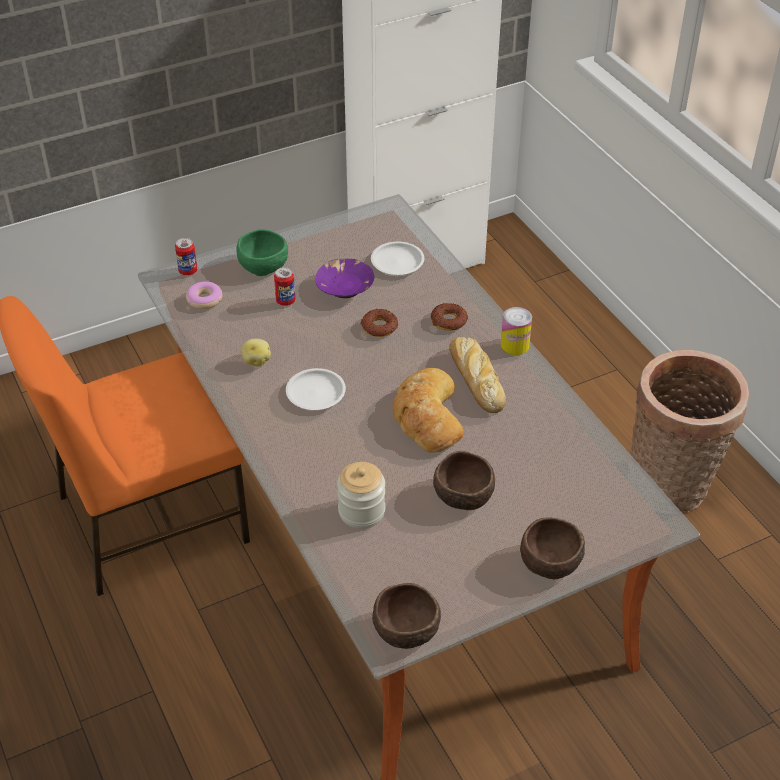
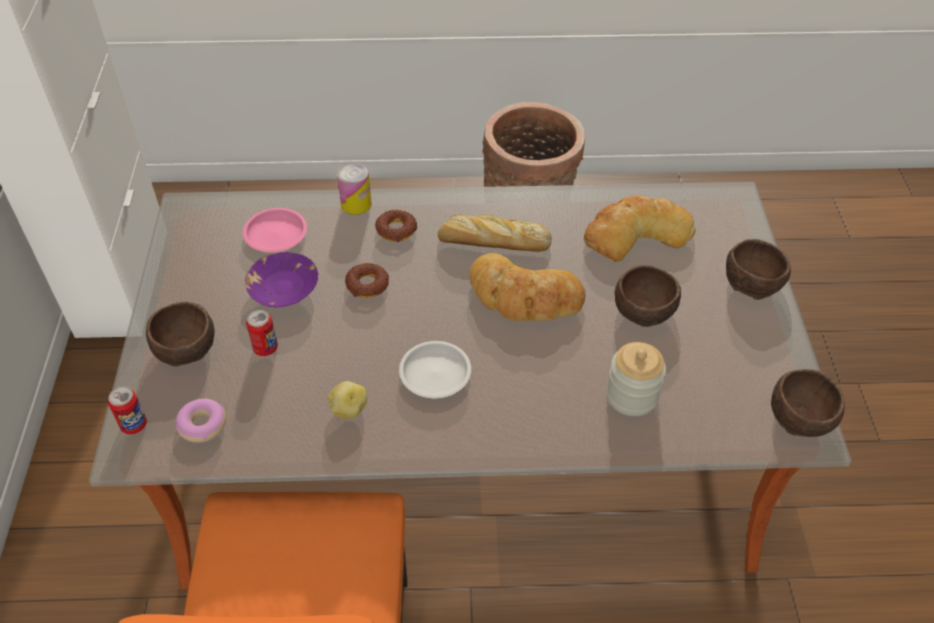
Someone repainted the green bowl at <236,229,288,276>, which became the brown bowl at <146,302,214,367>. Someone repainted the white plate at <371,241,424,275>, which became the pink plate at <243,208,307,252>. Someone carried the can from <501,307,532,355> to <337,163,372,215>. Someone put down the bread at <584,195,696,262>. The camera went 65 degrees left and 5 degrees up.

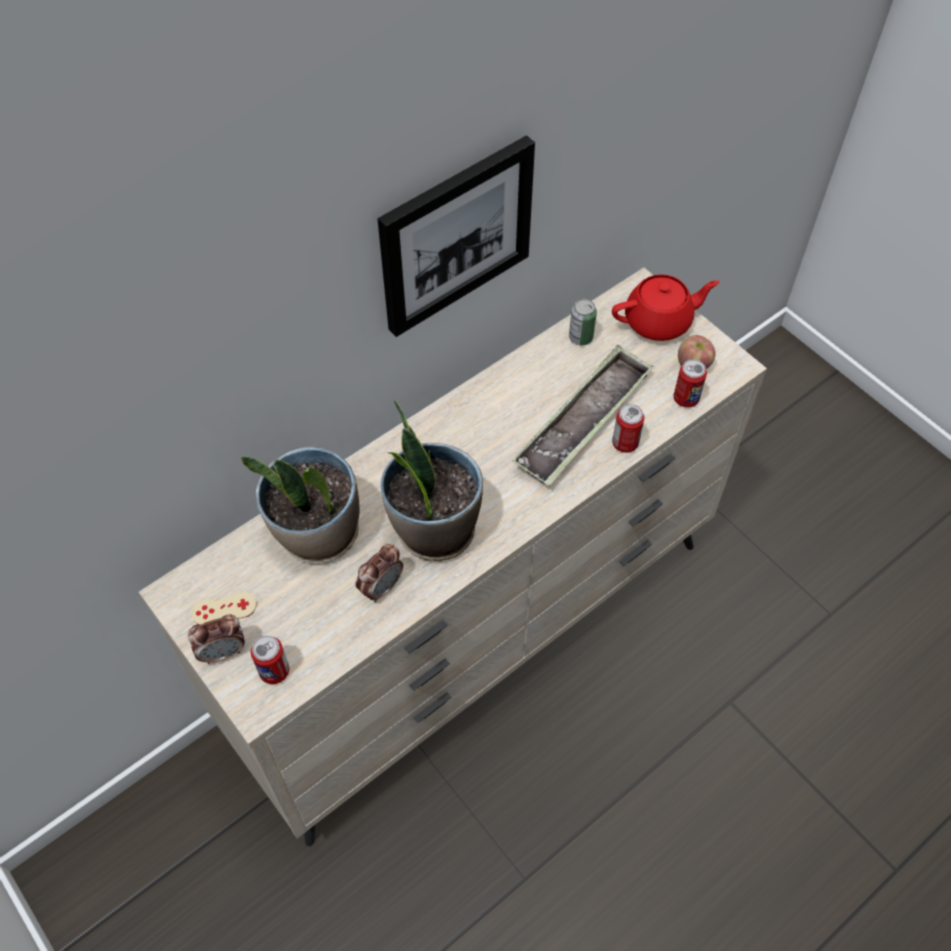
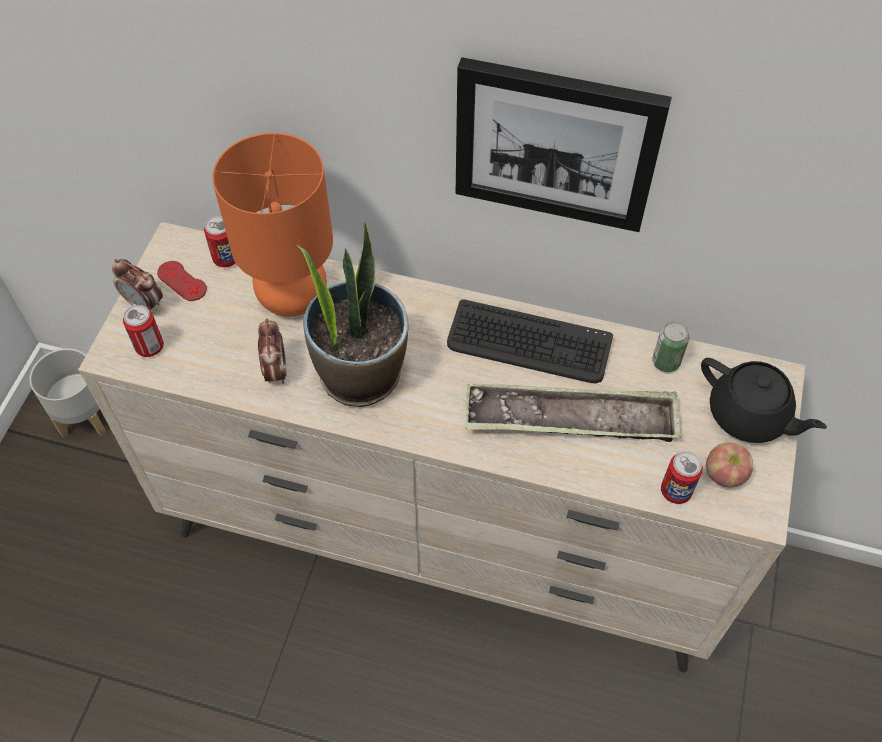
Someone repainted the beige game controller at <191,592,256,625>, which became the red game controller at <157,261,207,301>. Someone swapped the potted plant at <241,446,360,563> for the orange table lamp at <212,133,333,317>. Someone rotated the alarm clock at <356,544,403,603> by 105 degrees counterclockwise. Someone repainted the red teapot at <612,274,720,341>, which became the black teapot at <701,358,827,443>. Someone carried the can from <612,404,644,453> to <204,216,236,267>. Someone put down the grey planter at <29,348,106,437>. Someone put down the keyboard at <447,299,613,383>. The camera went 55 degrees right and 0 degrees up.

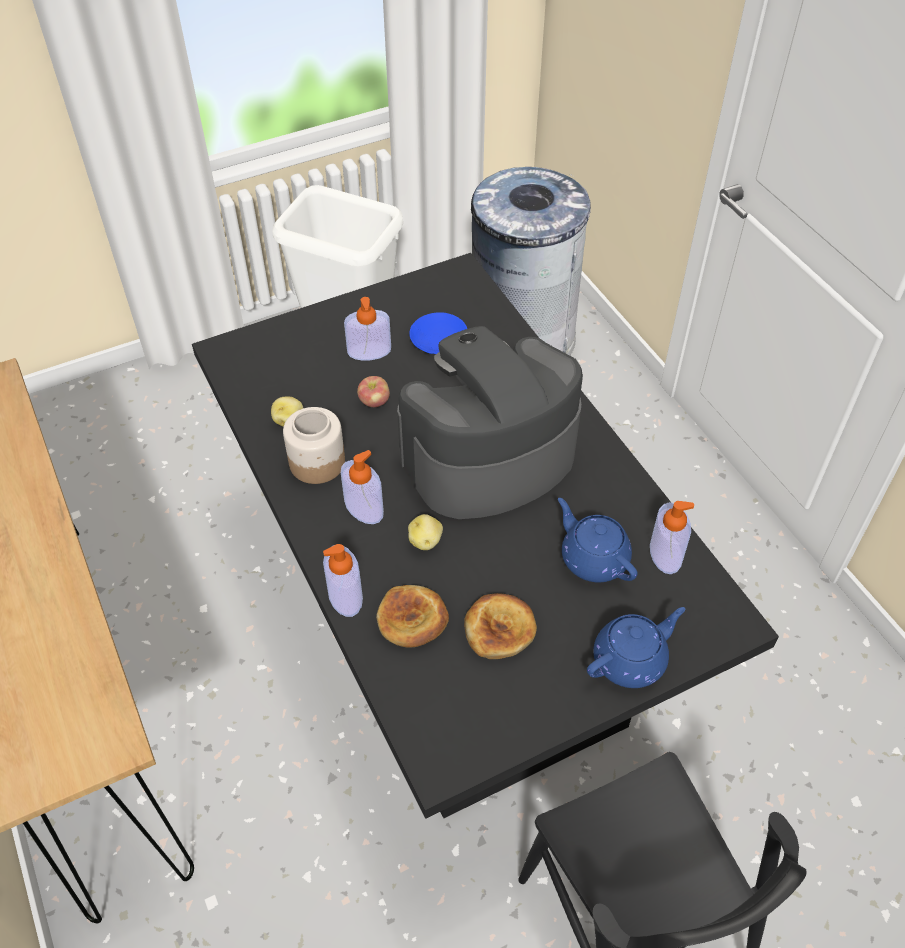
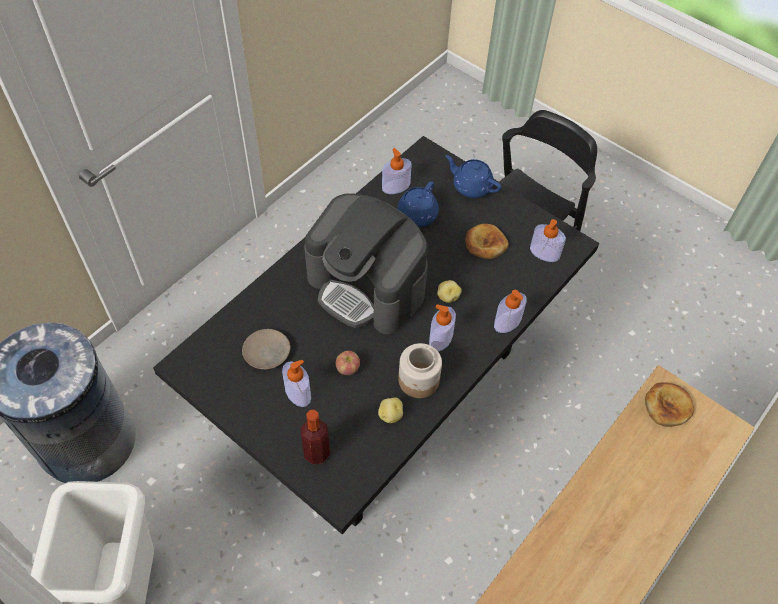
Someone carried the bread from <376,585,449,648> to <645,382,694,427>. Someone repainted the blue plate at <409,312,467,354>, which became the beige plate at <242,329,290,369>. Someone put down the bottle at <300,410,330,464>. Someone put down the soap dispenser at <530,219,566,262>. The camera went 115 degrees left and 5 degrees up.

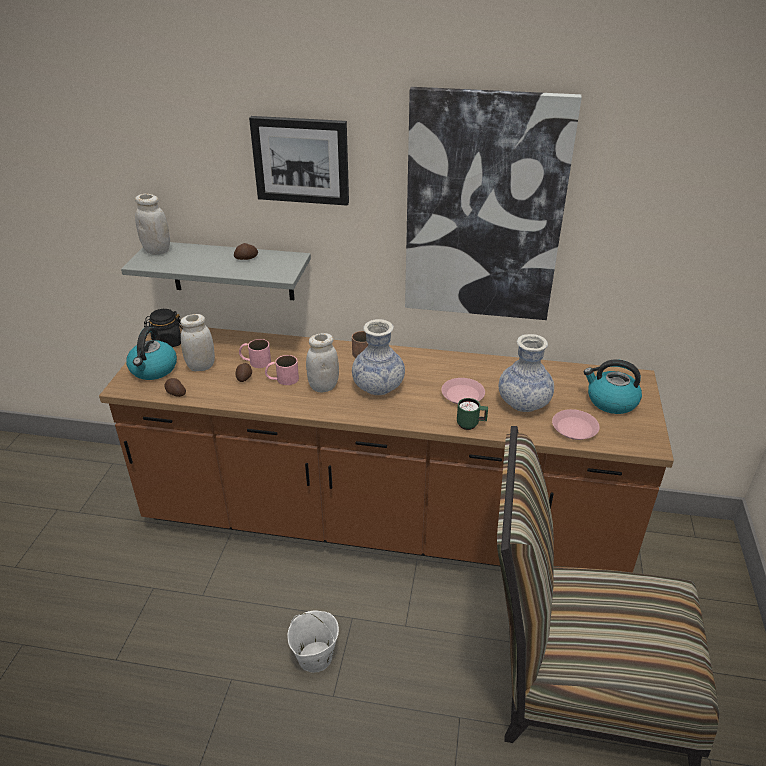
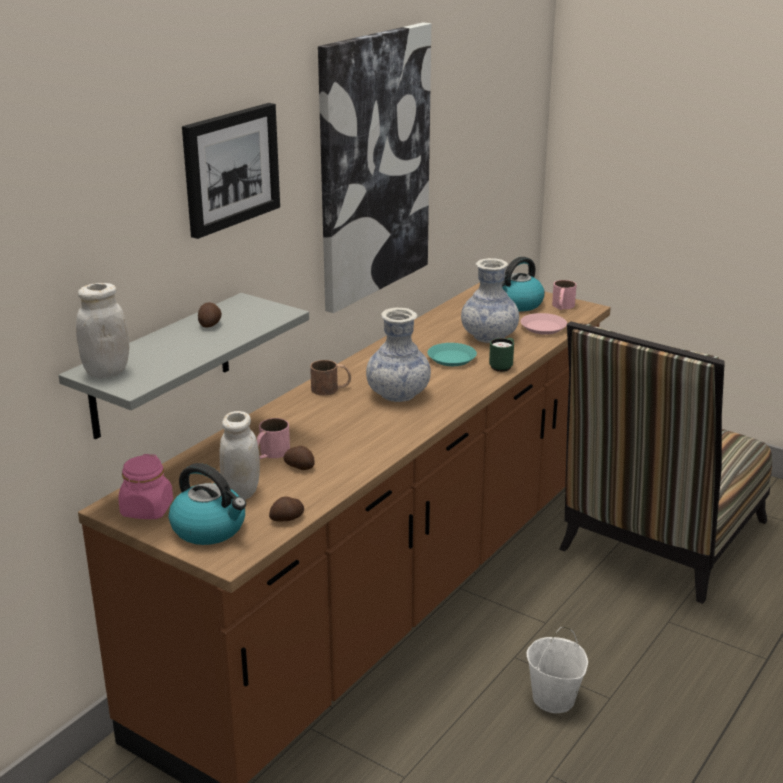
Someone repainted the black jar at <144,309,183,347>, which became the pink jar at <118,454,173,519>. Someone carried the pink mug from <265,355,299,385> to <552,280,577,310>. Someone took away the white jar at <306,333,339,393>. Someone repainted the pink plate at <441,378,485,404>, which became the turquoise plate at <428,343,477,366>. The camera went 65 degrees left and 10 degrees down.

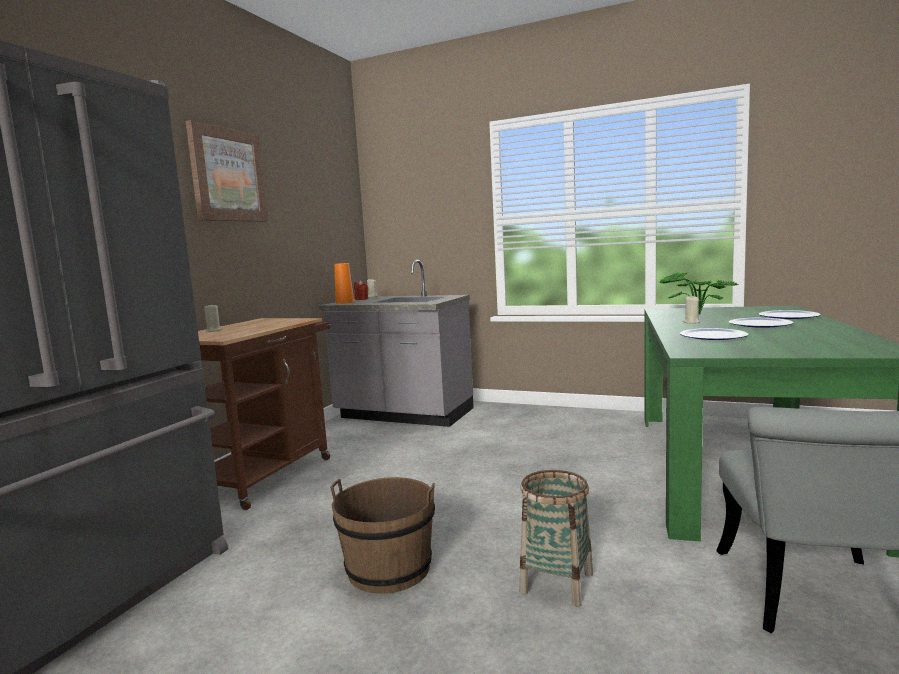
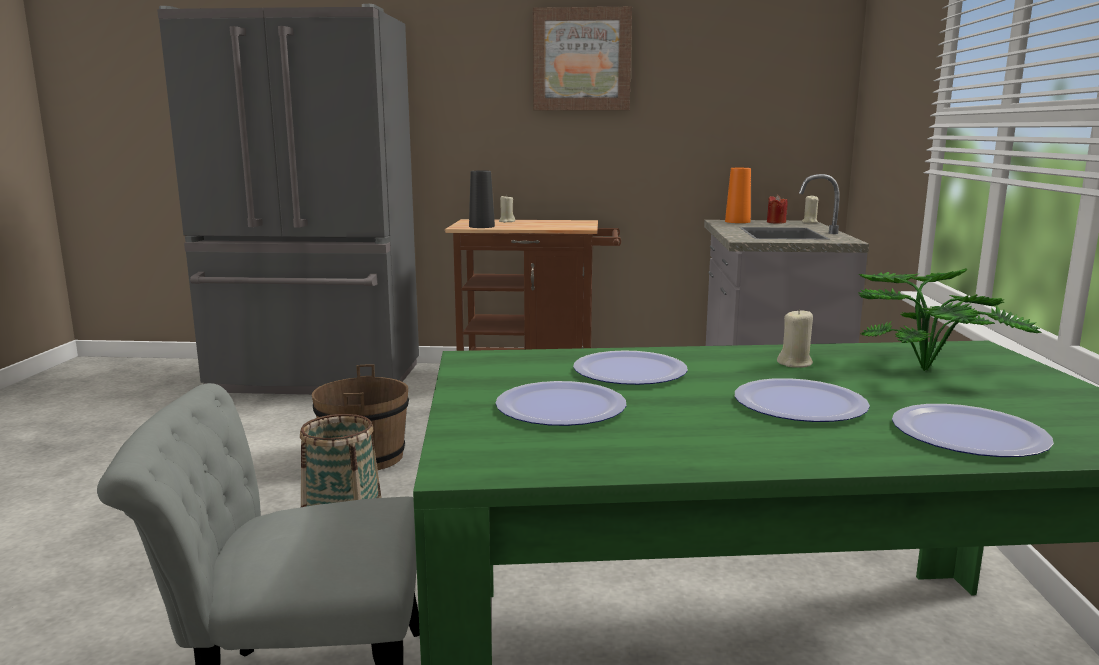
Someone put down the black vase at <469,171,495,228>. Someone put down the plate at <496,381,626,426>. The camera went 70 degrees right and 5 degrees up.

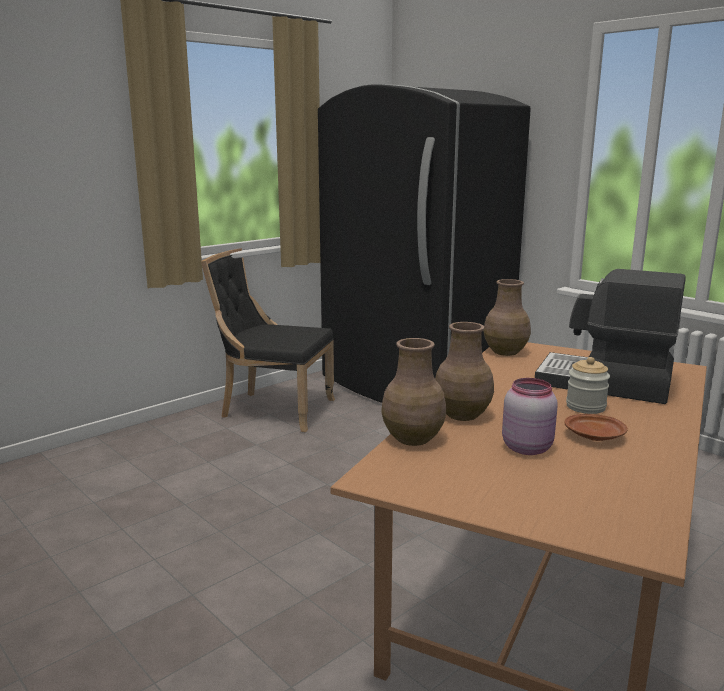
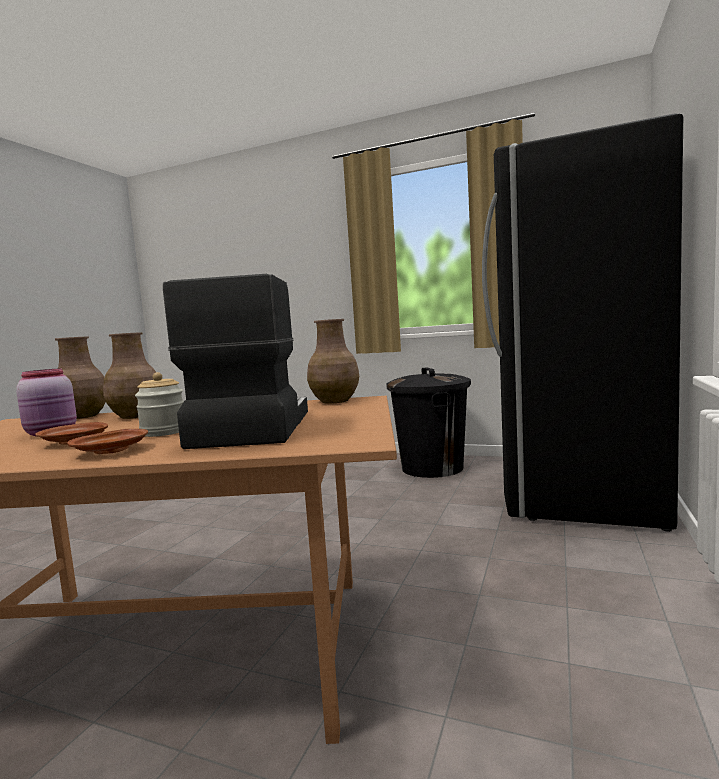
Someone swapped the black chair at <201,248,335,432> for the black trash can at <386,367,471,478>. Someone put down the brown plate at <68,429,148,454>. The camera went 65 degrees right and 10 degrees down.

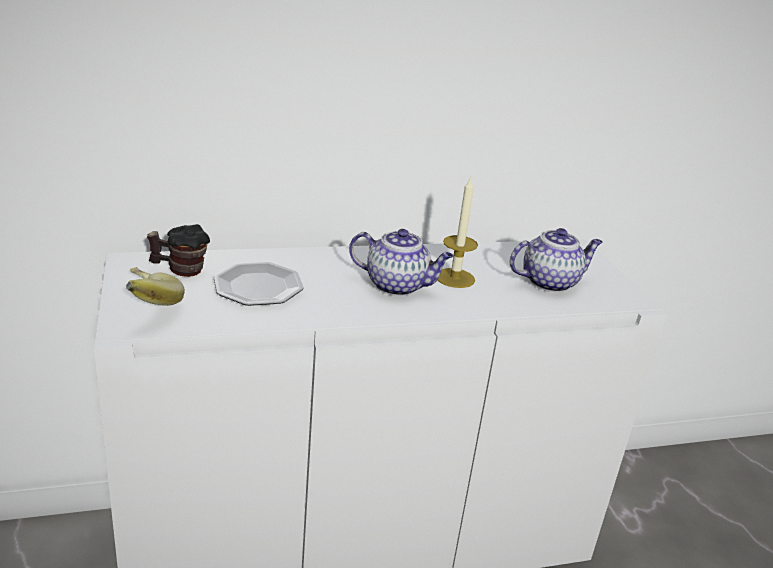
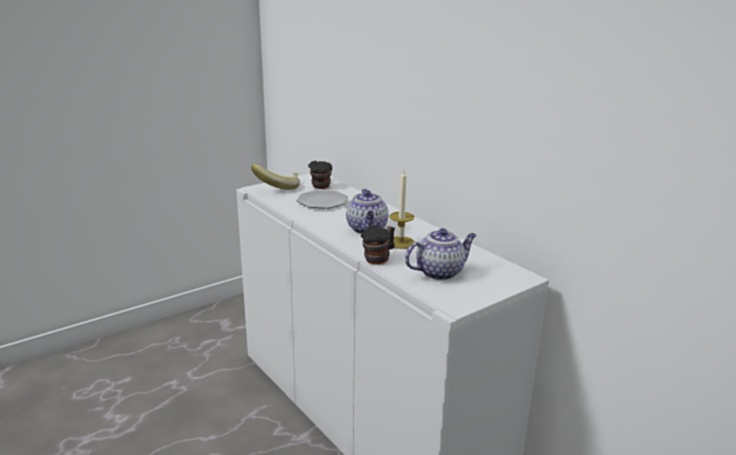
Someone rotated the teapot at <510,228,603,292> by 75 degrees counterclockwise. Someone put down the mug at <361,225,395,264>. The camera went 70 degrees right and 5 degrees down.

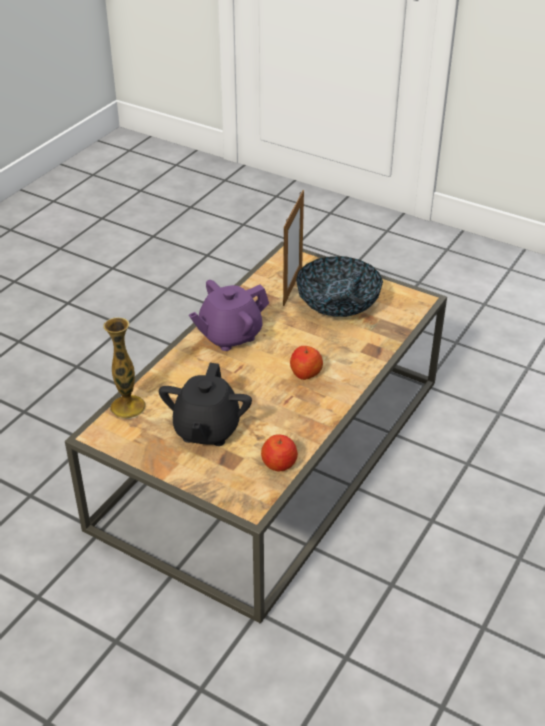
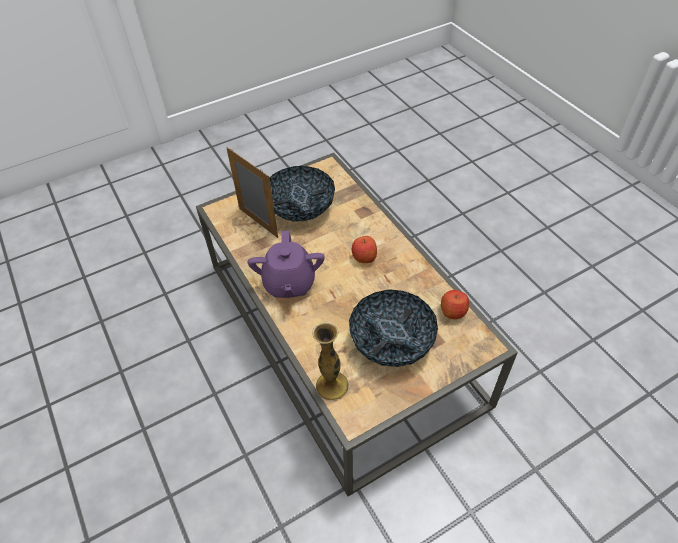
Someone swapped the black teapot at <159,363,252,446> for the bowl at <349,289,438,367>. The camera went 60 degrees left and 10 degrees up.

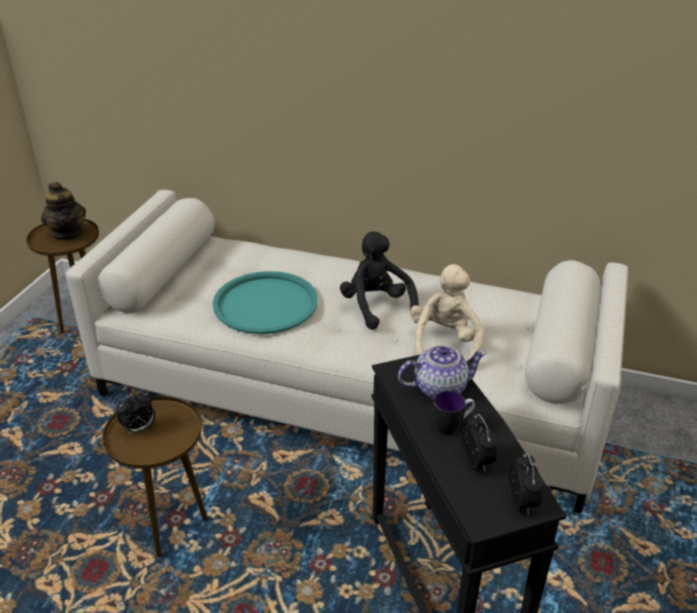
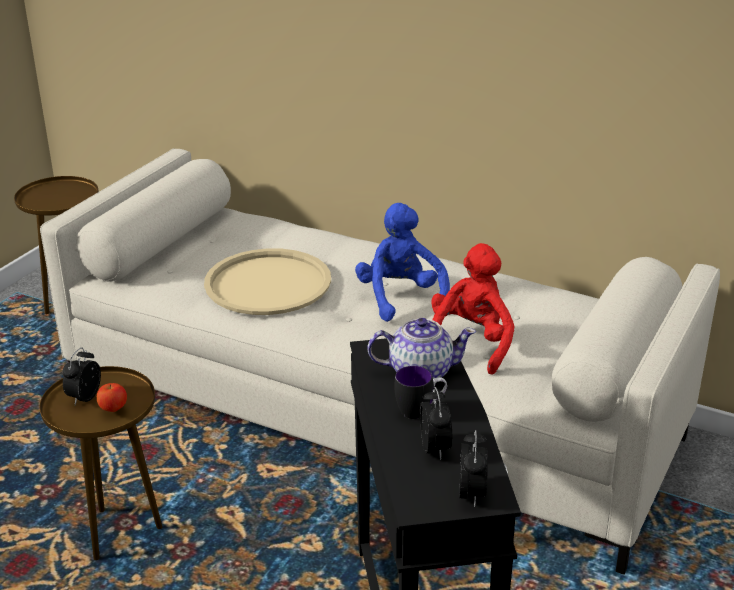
Someone took away the teapot at <41,182,86,240>. Someone rotated the alarm clock at <116,391,155,435> by 135 degrees clockwise. Someone repainted the turquoise tray at <213,271,318,334>, which became the beige tray at <204,248,331,315>. Someone repainted the black plush toy at <340,231,419,330>, which became the blue plush toy at <355,203,450,322>. Someone repainted the beige plush toy at <410,264,484,361>, which became the red plush toy at <431,243,515,375>. Someone put down the apple at <97,383,127,412>. The camera went 10 degrees right and 5 degrees down.

